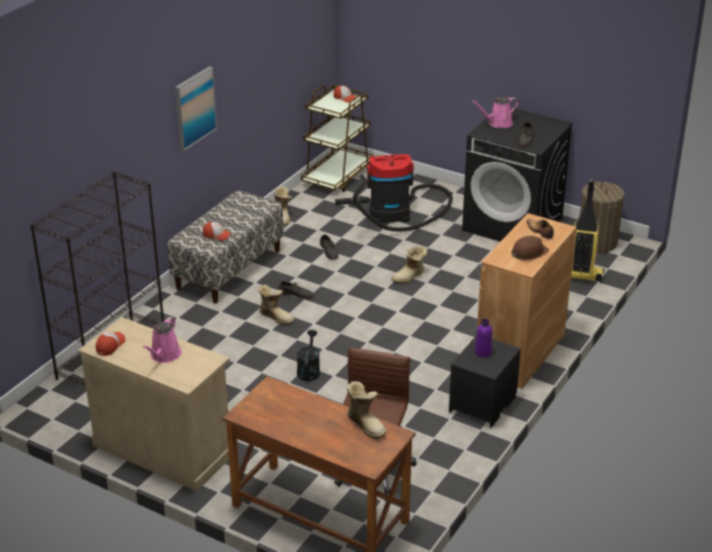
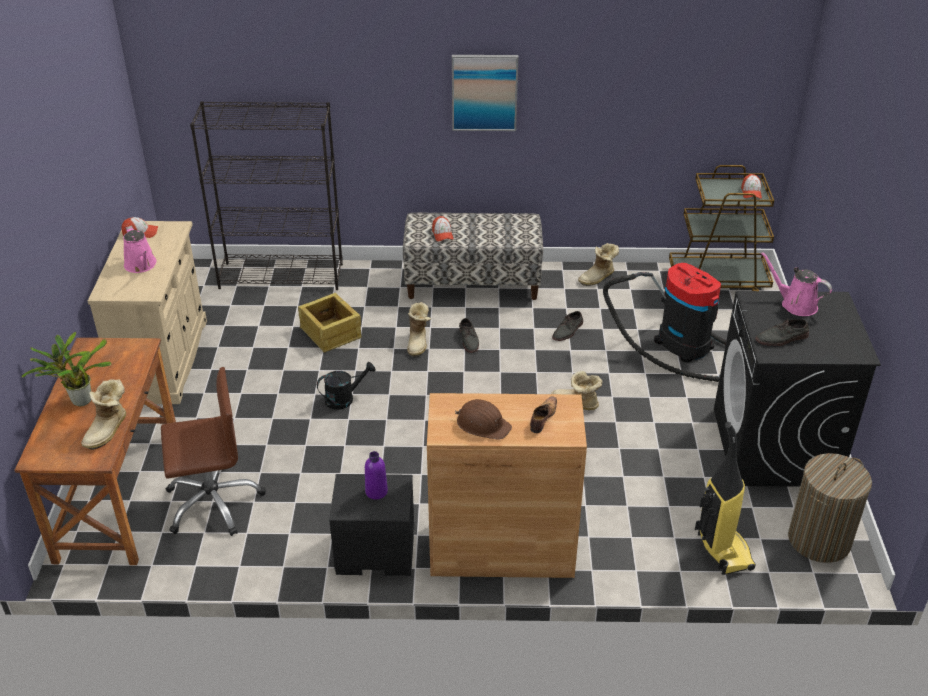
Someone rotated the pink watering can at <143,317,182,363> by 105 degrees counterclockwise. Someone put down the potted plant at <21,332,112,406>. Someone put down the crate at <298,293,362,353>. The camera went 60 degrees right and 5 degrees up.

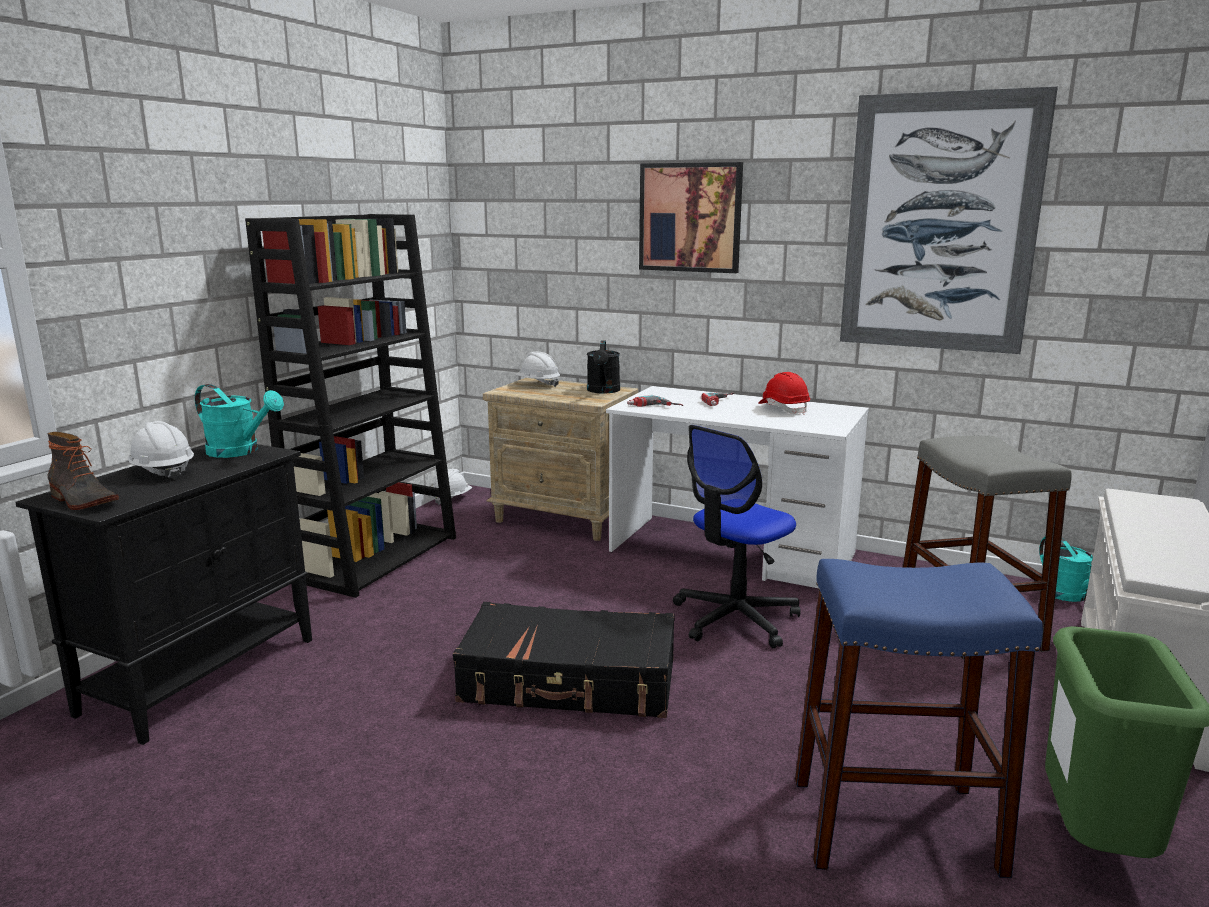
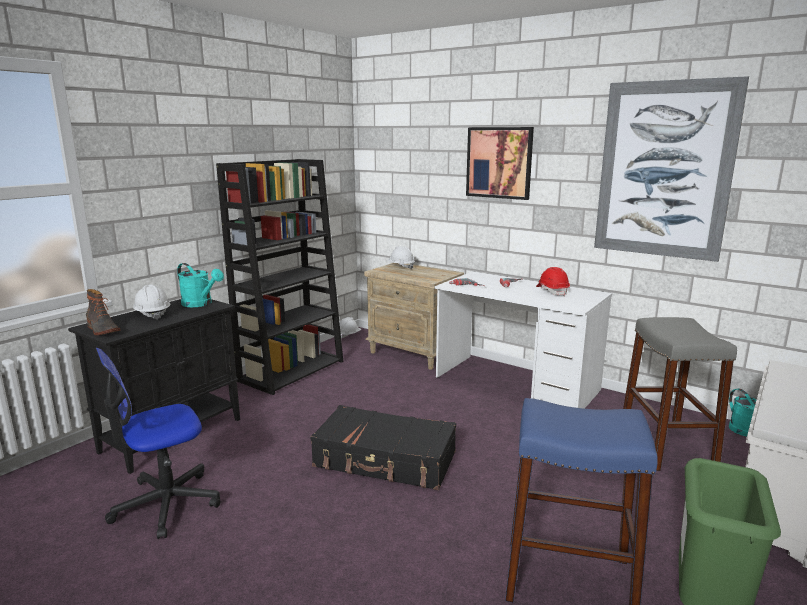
Someone took away the black watering can at <587,340,620,394>. Someone carried the office chair from <673,425,801,648> to <96,348,221,539>. The camera went 10 degrees right and 0 degrees up.

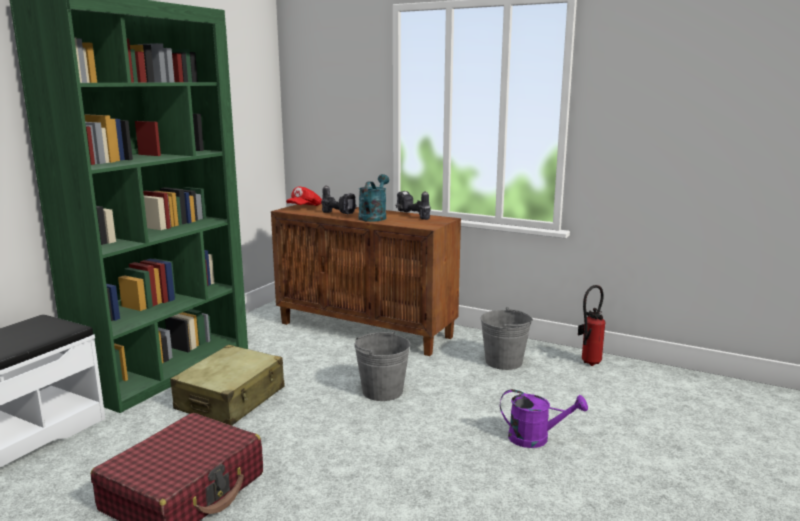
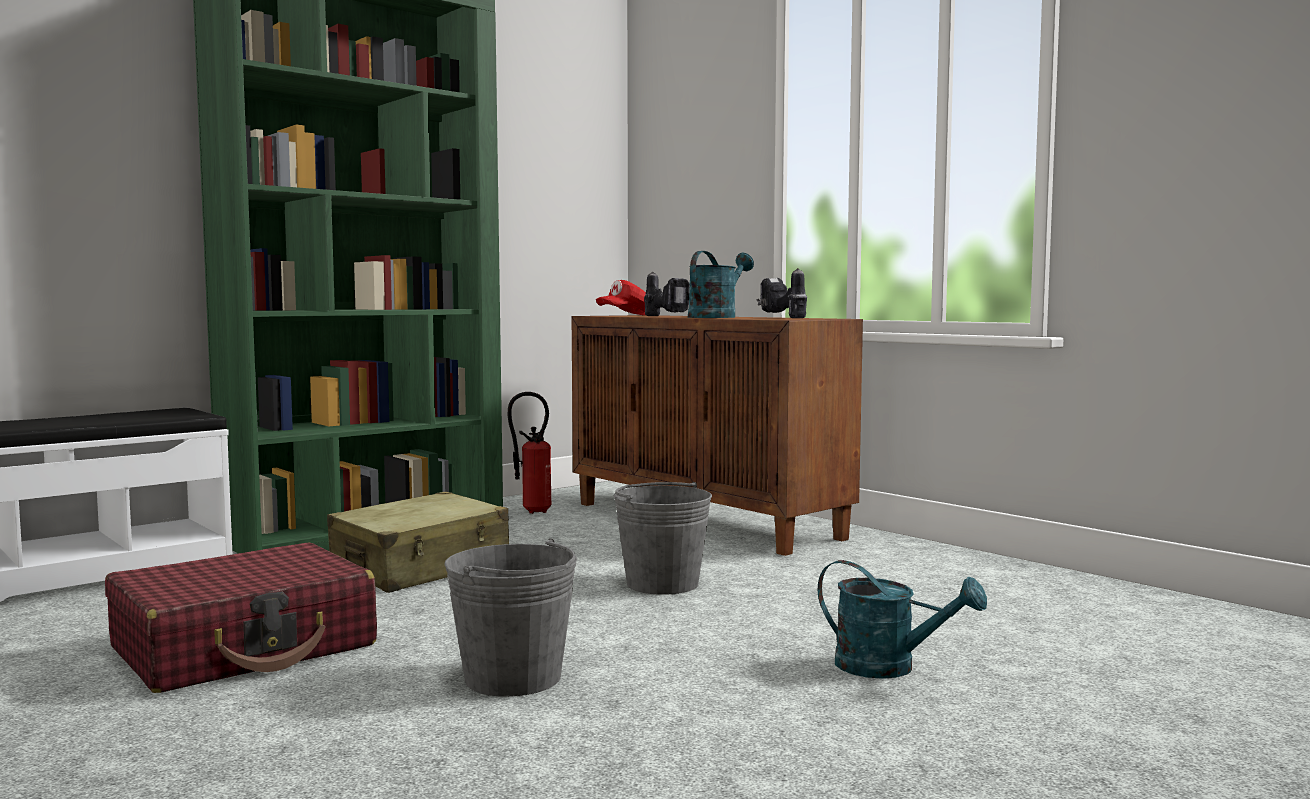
Someone carried the grey bucket from <480,307,533,370> to <444,538,577,697>. Someone repainted the purple watering can at <500,389,588,448>, which became the turquoise watering can at <818,560,987,679>. Someone carried the fire extinguisher from <578,285,606,366> to <508,392,552,514>. The camera went 20 degrees right and 10 degrees down.

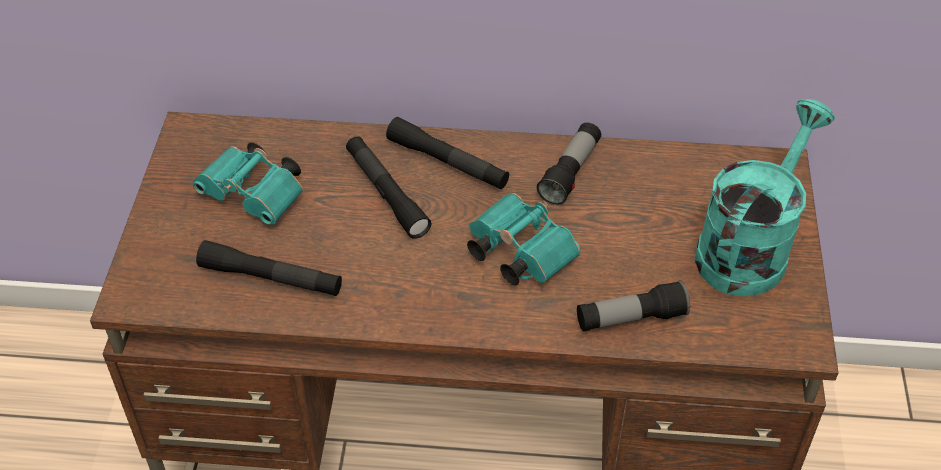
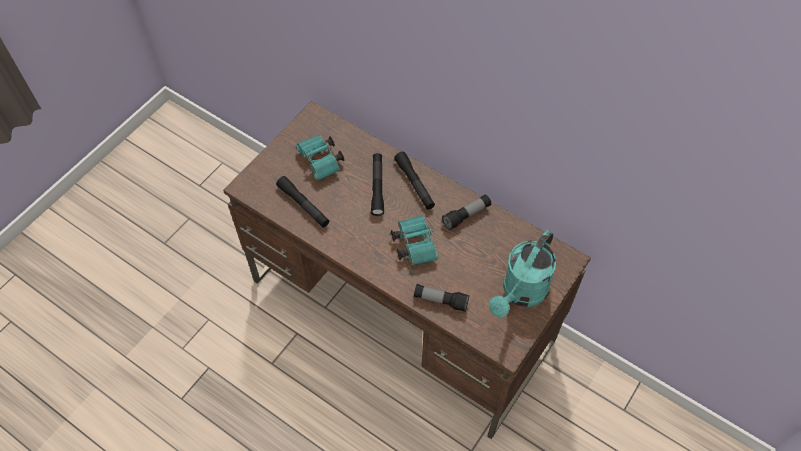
Someone rotated the turquoise watering can at <695,99,835,297> by 150 degrees clockwise. The camera went 30 degrees right and 10 degrees up.

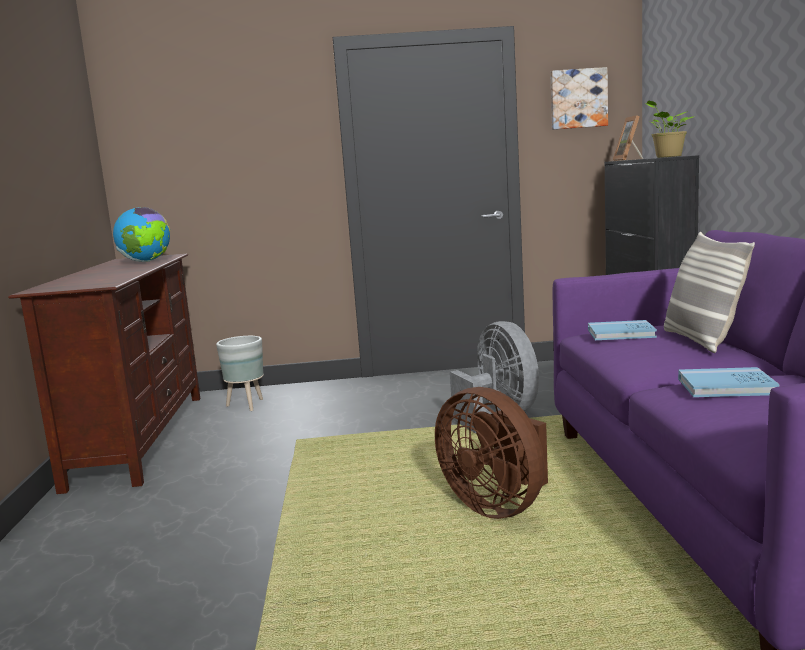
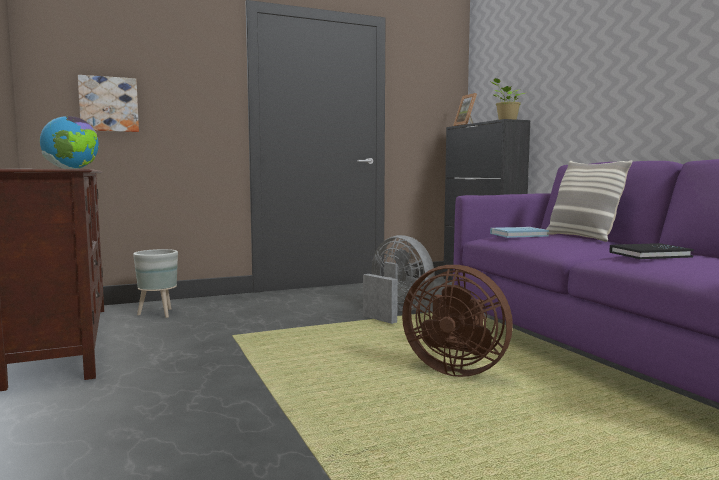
Someone carried the picture from <550,67,608,130> to <78,75,139,132>. Someone repainted the blue book at <678,367,779,397>, which became the black book at <609,243,694,259>. The camera went 20 degrees left and 5 degrees down.

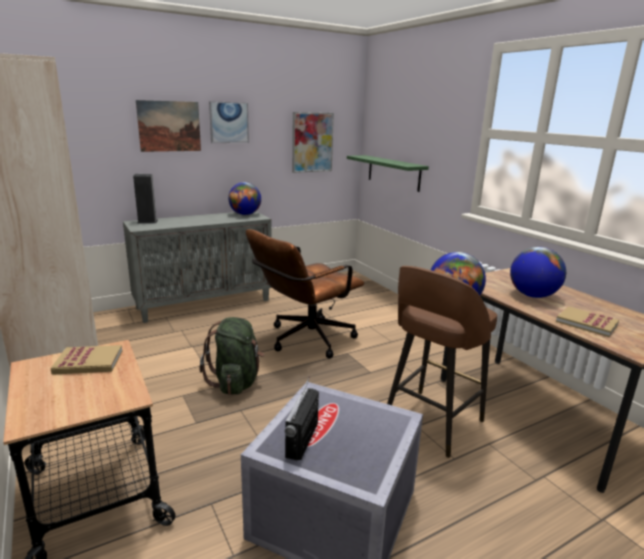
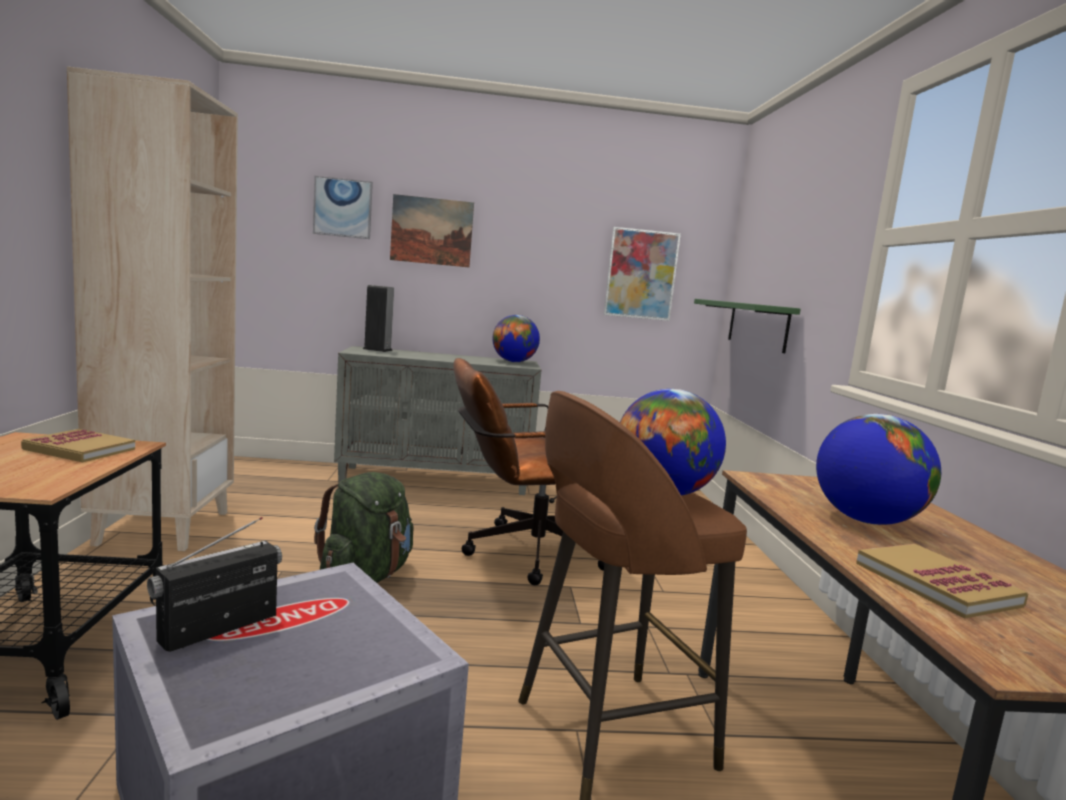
Someone carried the picture from <209,101,249,143> to <313,176,373,239>. The camera went 25 degrees right and 10 degrees down.

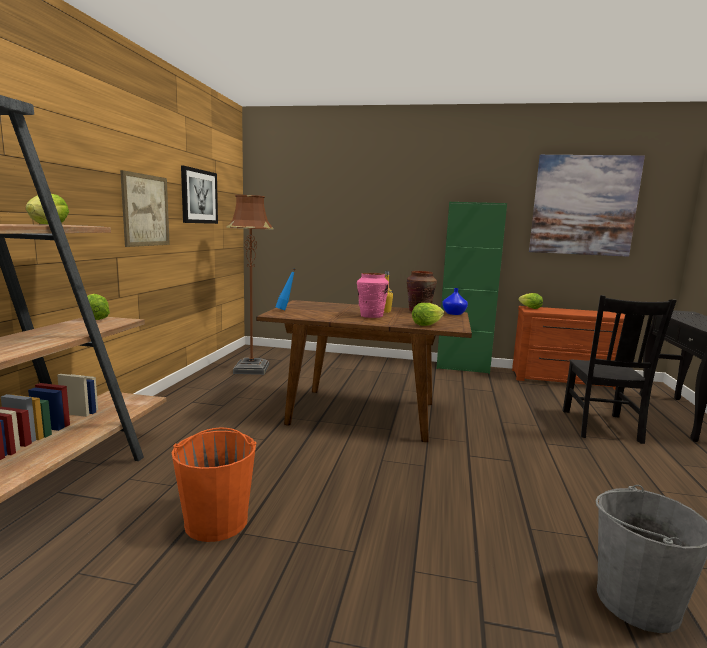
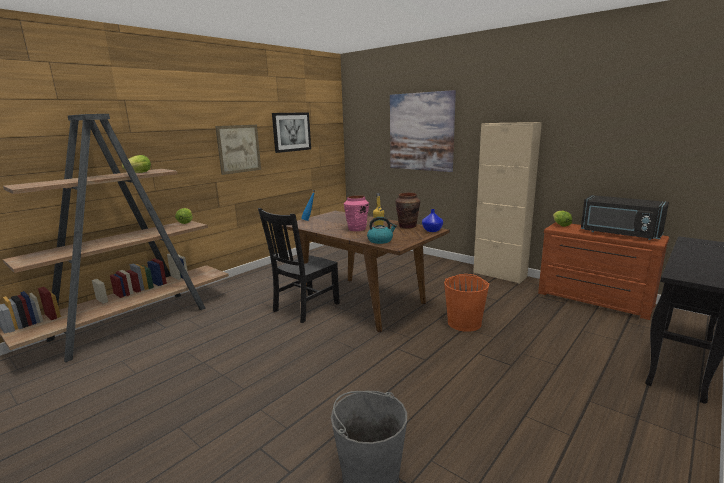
Someone carried the orange bucket from <171,427,256,542> to <444,274,489,332>. Someone took away the brown floor lamp at <227,195,274,375>. Someone swapped the lettuce at <412,303,444,326> for the kettle at <367,217,397,244>. Someone repainted the green cabinet at <436,202,507,374>, which became the beige cabinet at <473,122,542,284>. Someone carried the picture from <529,155,645,257> to <390,90,456,172>. Someone carried the black chair from <563,295,677,444> to <258,208,340,323>. Someone put down the black microwave at <581,195,669,240>. The camera went 30 degrees right and 5 degrees up.

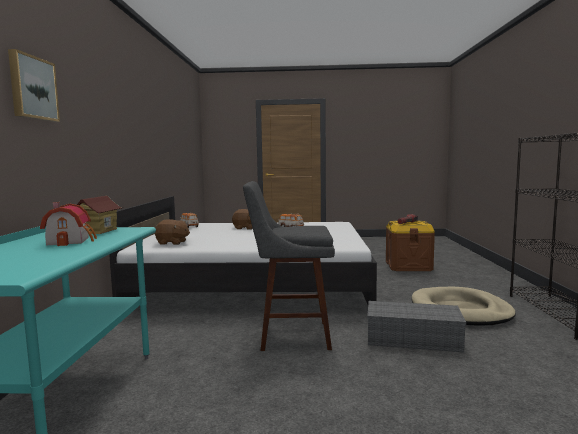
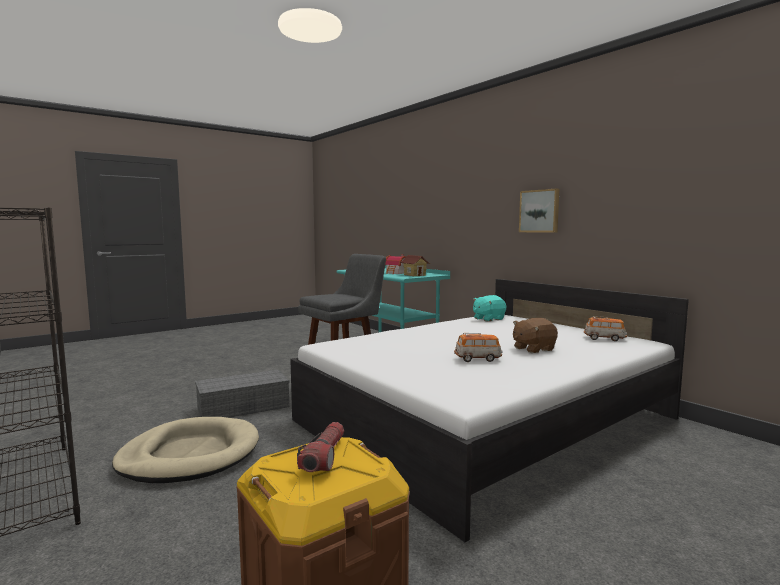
Someone carried the picture from <8,49,60,122> to <519,189,559,233>. Someone repainted the brown plush toy at <155,219,190,245>, which became the turquoise plush toy at <473,295,506,321>. The camera went 140 degrees right and 0 degrees up.

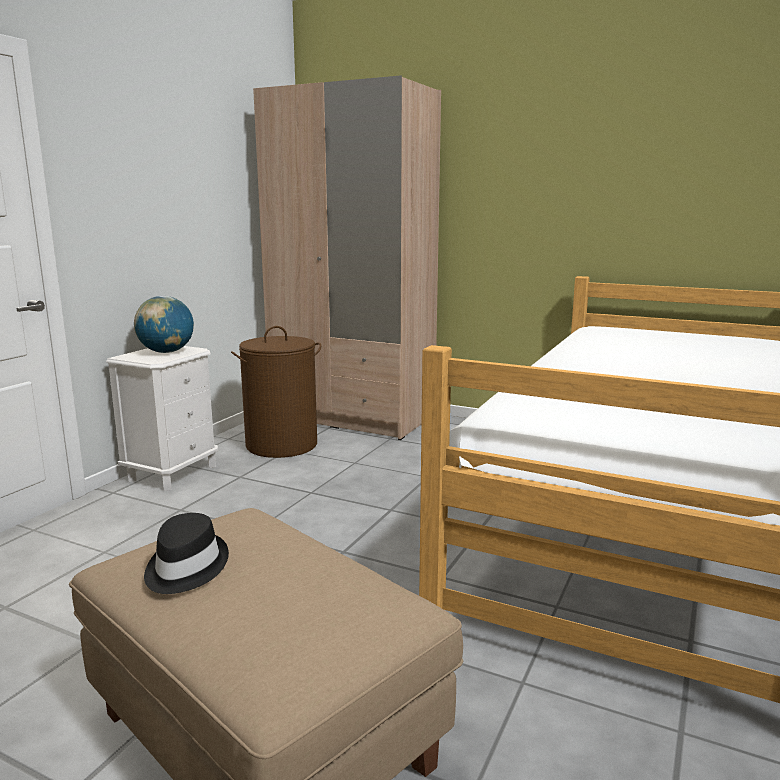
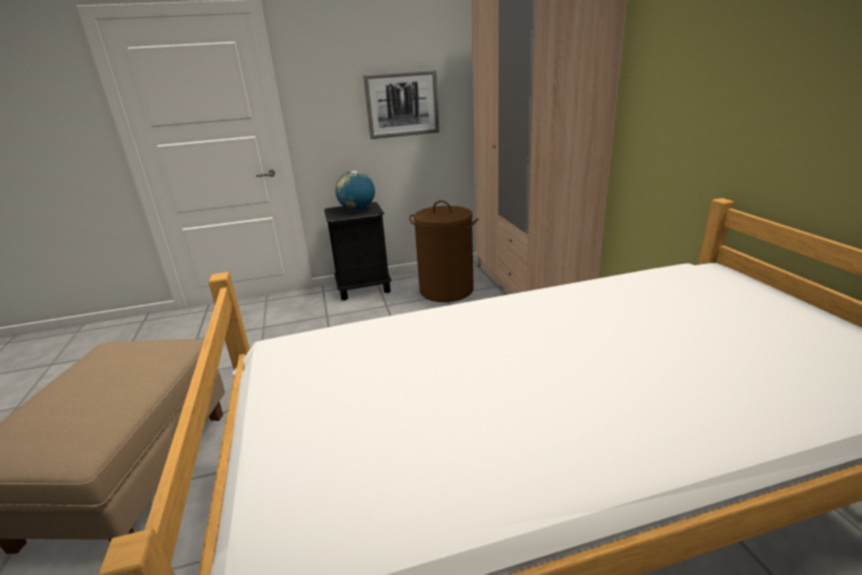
Someone repainted the white nightstand at <106,346,218,491>, which became the black nightstand at <324,202,391,301>. Someone took away the black hat at <144,513,229,594>. Someone put up the picture at <363,70,439,139>. The camera went 50 degrees right and 10 degrees up.

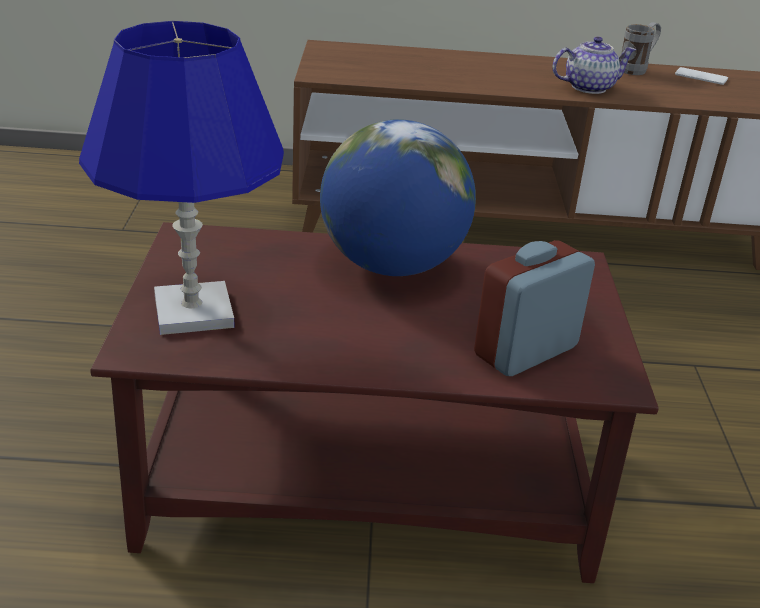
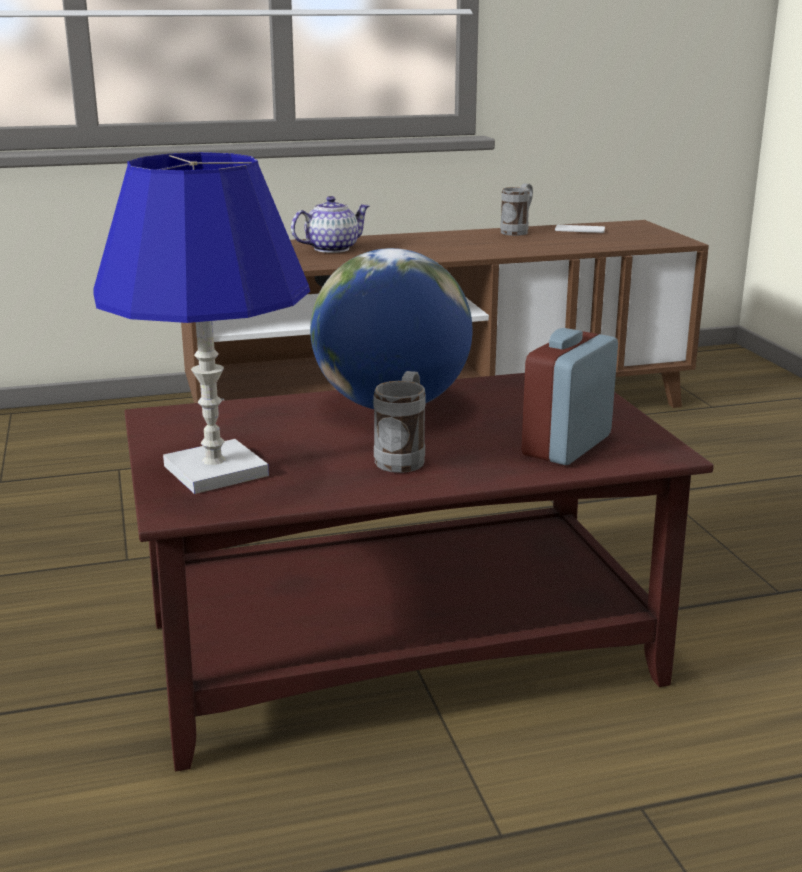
Someone carried the teapot from <552,36,636,94> to <291,196,370,253>. Someone put down the grey mug at <373,371,425,473>. The camera went 15 degrees left and 10 degrees down.

